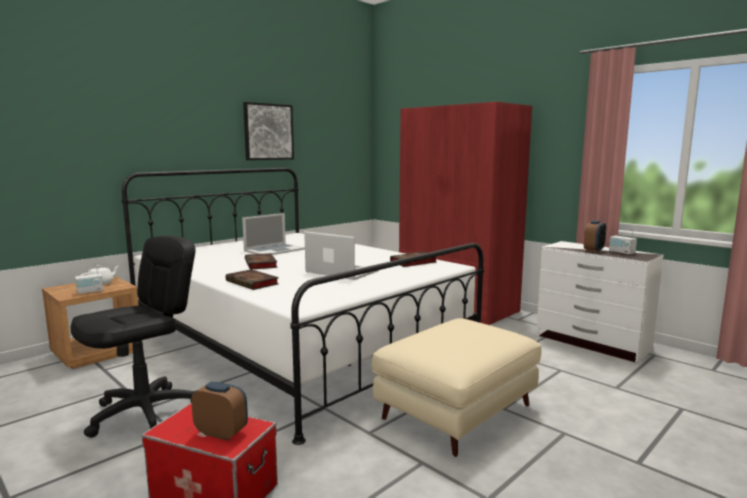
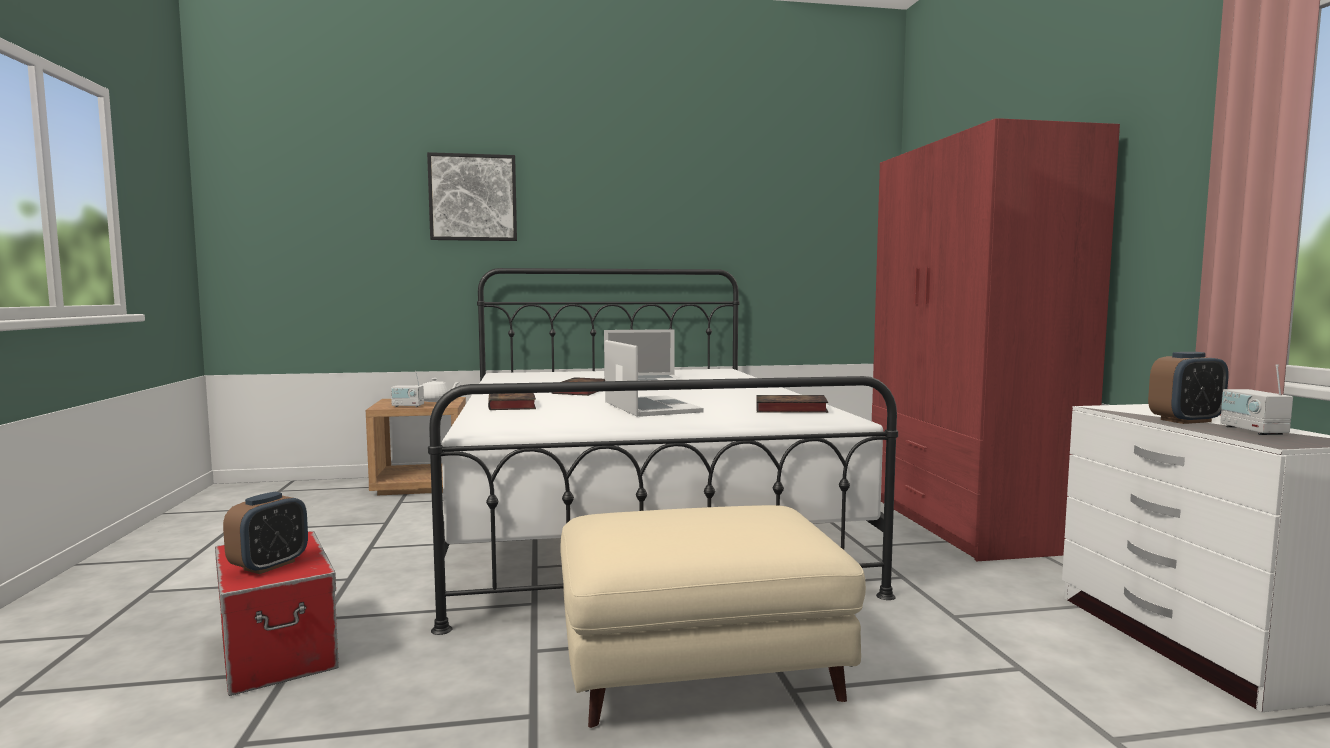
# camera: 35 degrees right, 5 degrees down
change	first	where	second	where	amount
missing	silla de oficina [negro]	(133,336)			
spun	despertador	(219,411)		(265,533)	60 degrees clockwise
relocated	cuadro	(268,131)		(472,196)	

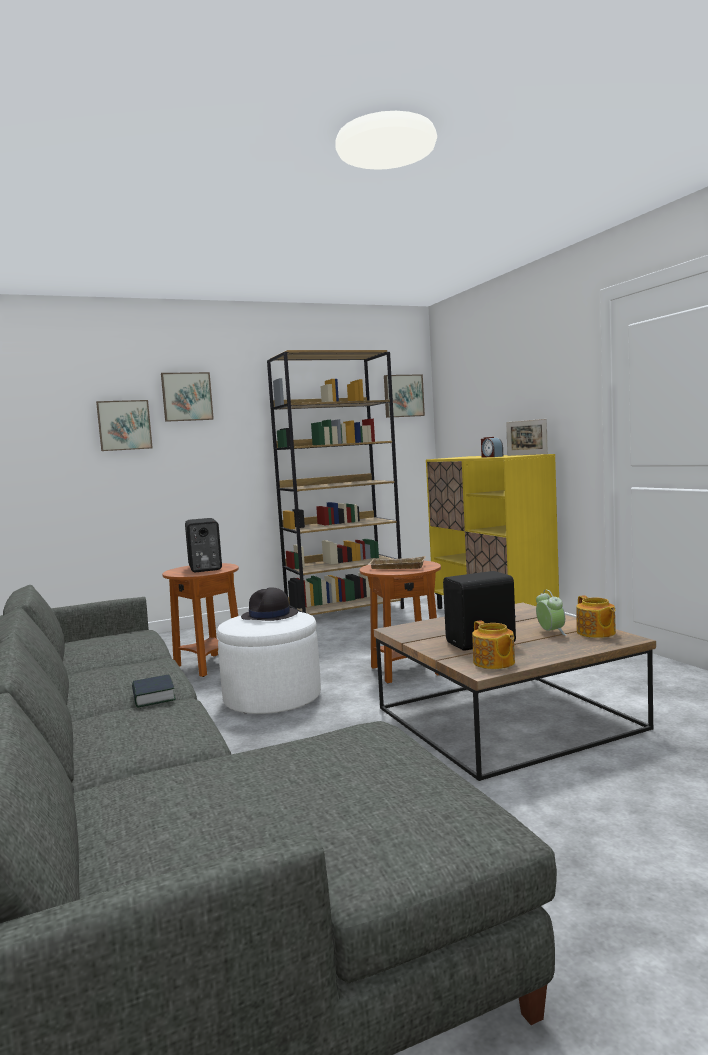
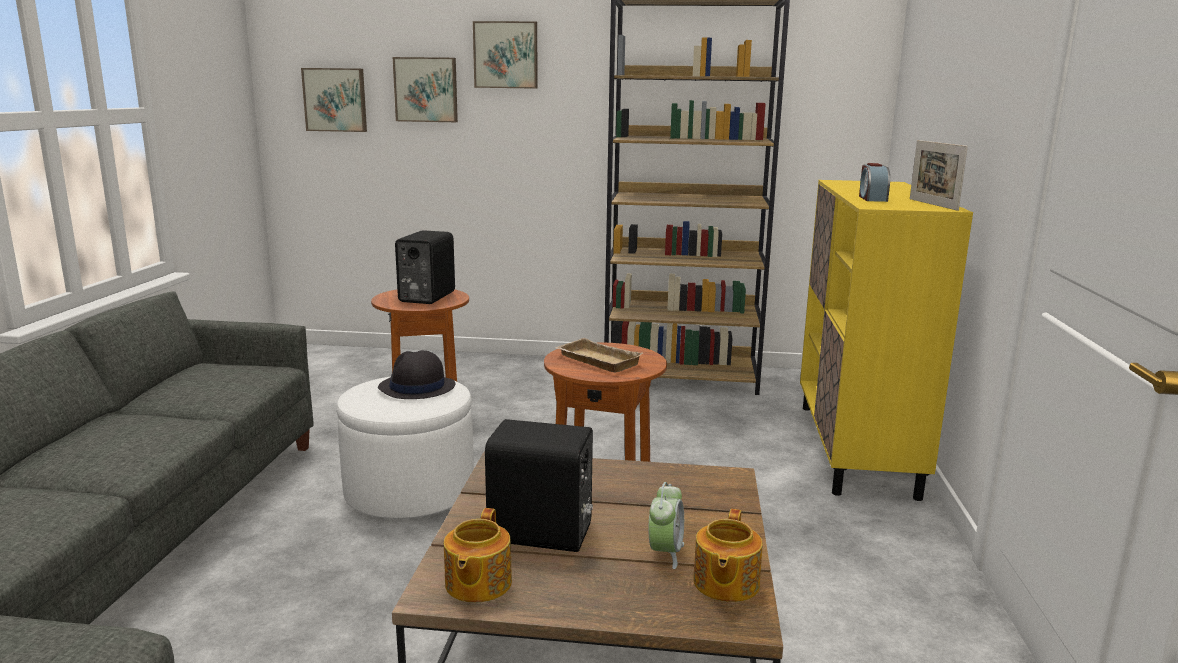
# camera: 30 degrees right, 10 degrees up
change	first	where	second	where	amount
missing	libro	(154,691)			
relocated	cuadro	(404,396)		(334,100)	

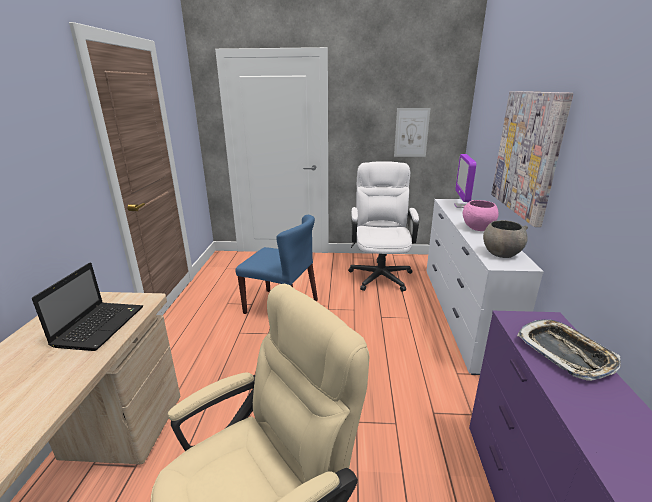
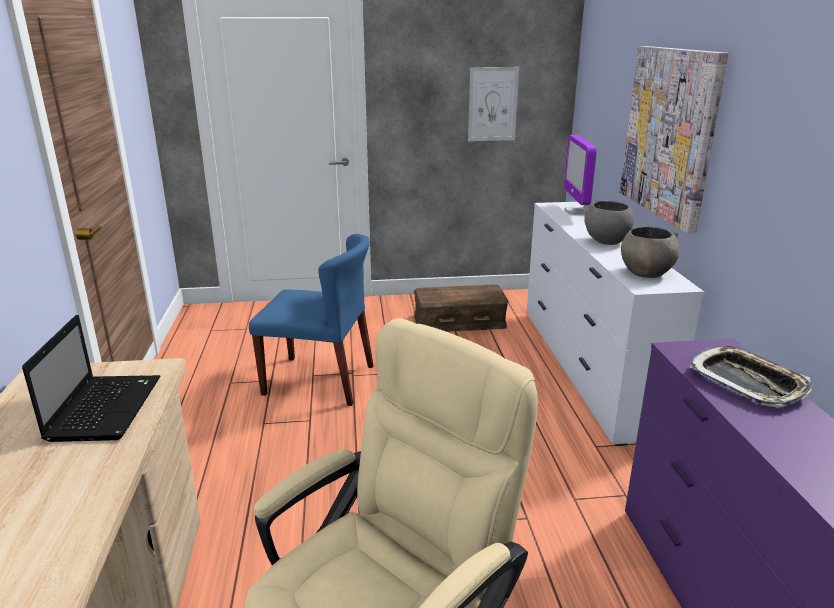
# camera: 10 degrees left, 0 degrees up
change	first	where	second	where	amount
exchanged	silla de oficina [blanco]	(383,226)	caja de almacenaje [marrón]	(461,308)	
colour	cuenco [rosa]	(481,215)	cuenco [gris]	(609,223)	

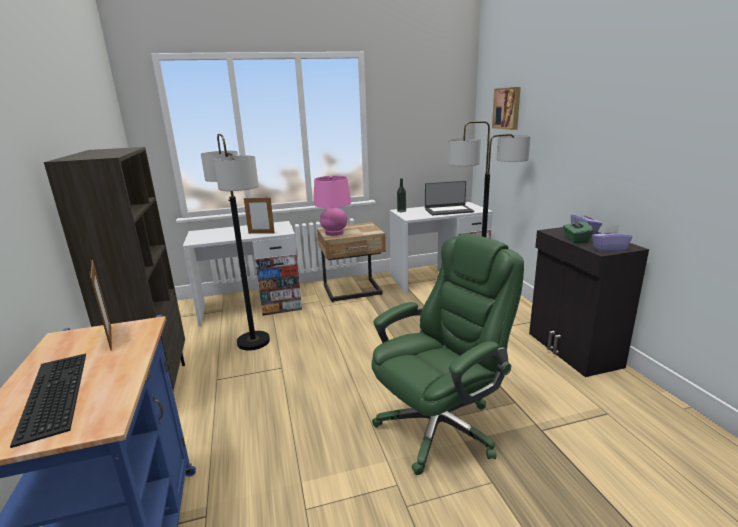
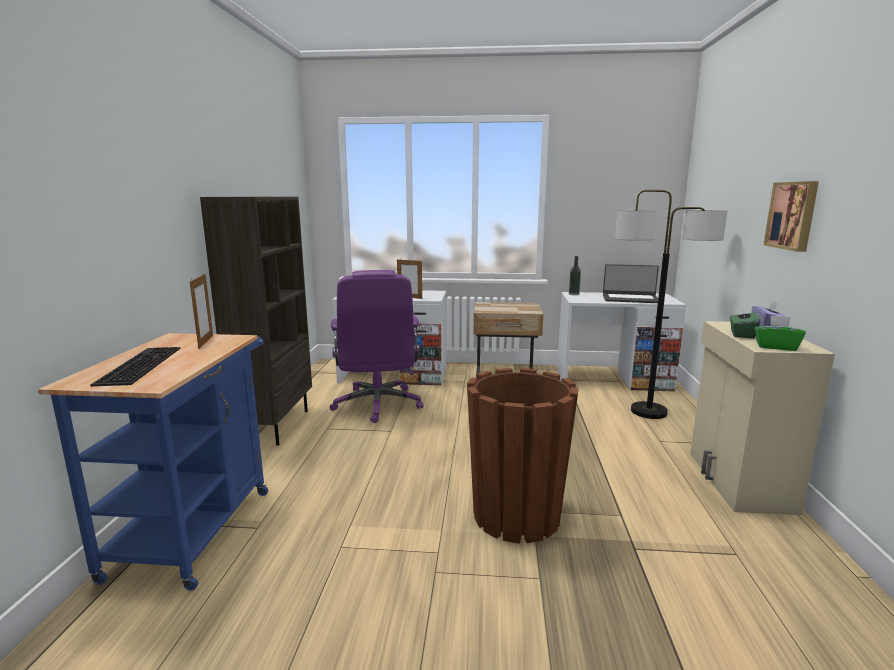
# camera: 20 degrees right, 5 degrees down
change	first	where	second	where	amount
exchanged	lámpara de pie	(235,242)	silla de oficina [morado]	(377,346)	
missing	lámpara de mesa [rosa]	(332,206)			
exchanged	silla de oficina [verde]	(448,354)	maceta [marrón]	(522,455)	
relocated	cuadro	(506,108)		(791,216)	
colour	armario [negro]	(589,302)	armario [beis]	(762,418)	
colour	caja de pañuelos [morado]	(612,238)	caja de pañuelos [verde]	(780,333)	

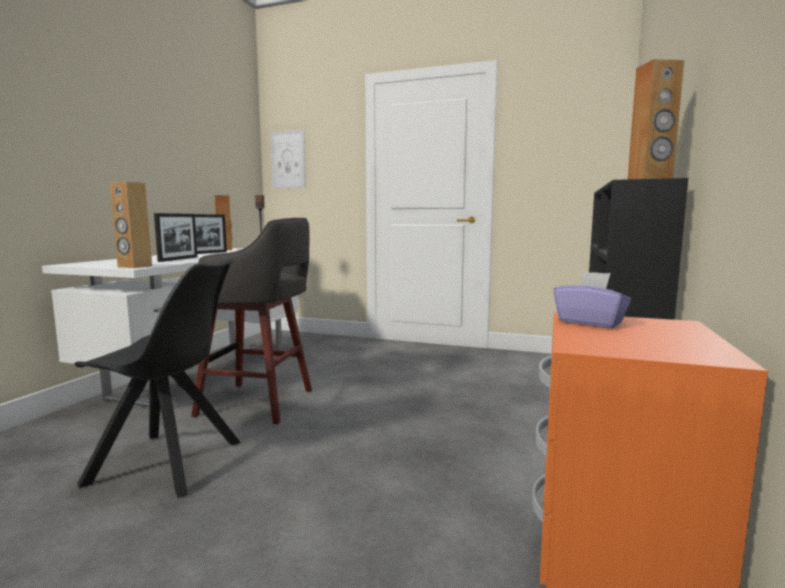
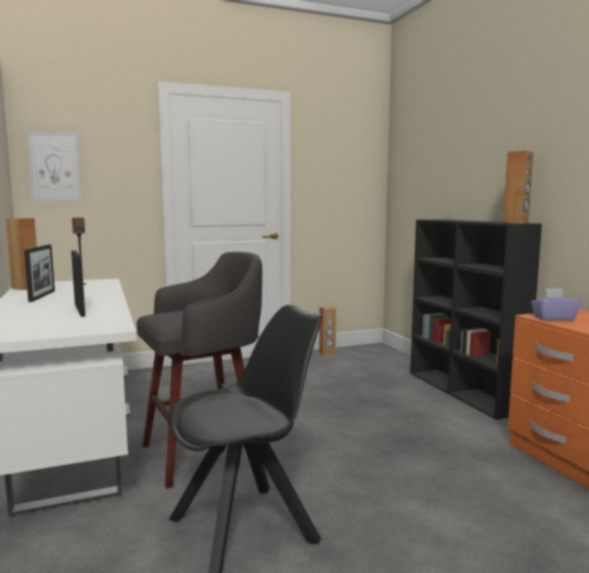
# camera: 40 degrees left, 0 degrees up
change	first	where	second	where	amount
relocated	altavoz [marrón]	(131,225)		(327,331)	

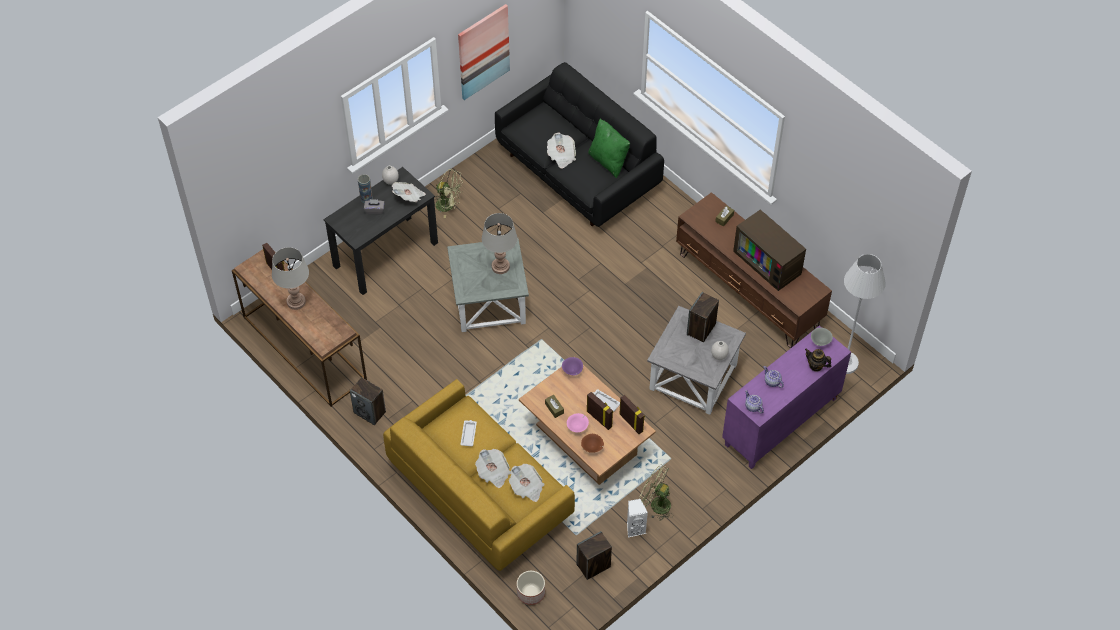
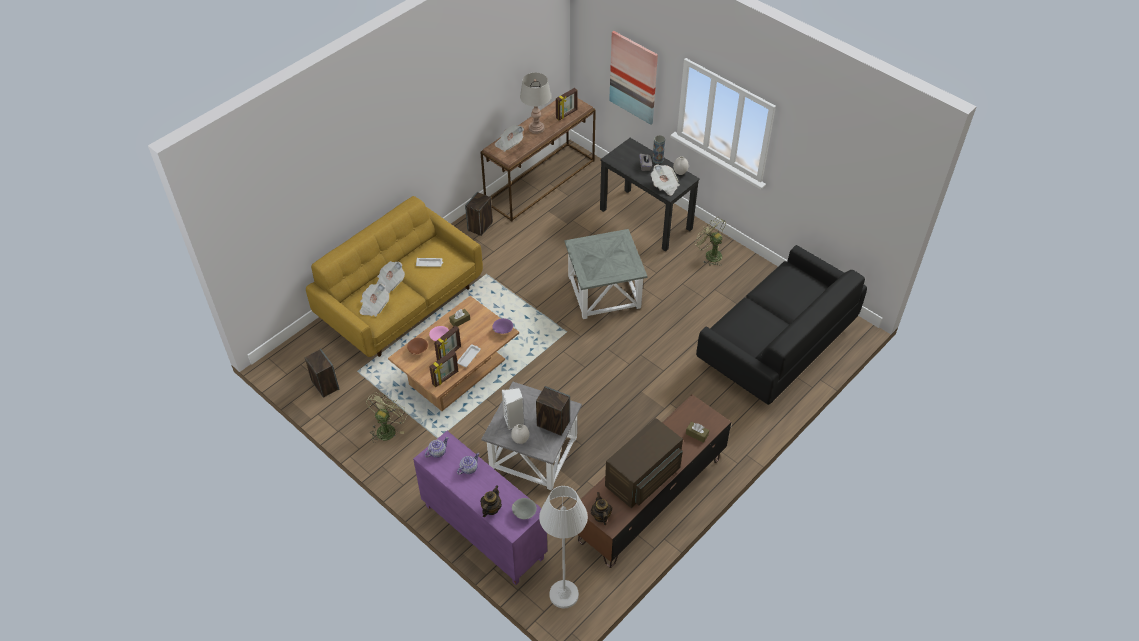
# camera: 85 degrees right, 5 degrees down
change	first	where	second	where	amount
spun	ventilador [verde]	(448,193)		(711,241)	120 degrees clockwise
relocated	cuadro	(484,52)		(633,78)	
missing	lámpara de mesa [gris]	(500,243)			
missing	maceta	(531,588)			
relocated	periódico	(561,150)		(509,138)	
missing	cojín [verde]	(609,148)			
relocated	altavoz [blanco]	(637,518)		(513,409)	
appeared			tetera	(601,508)	

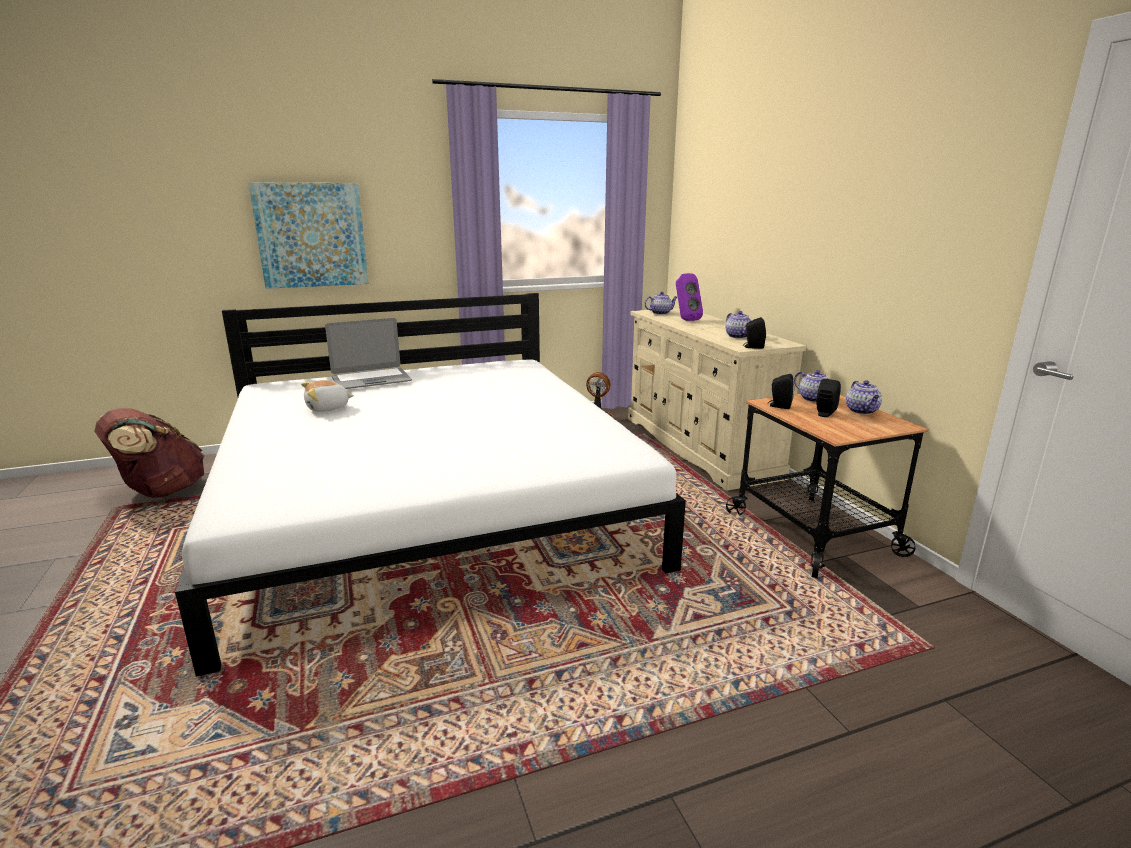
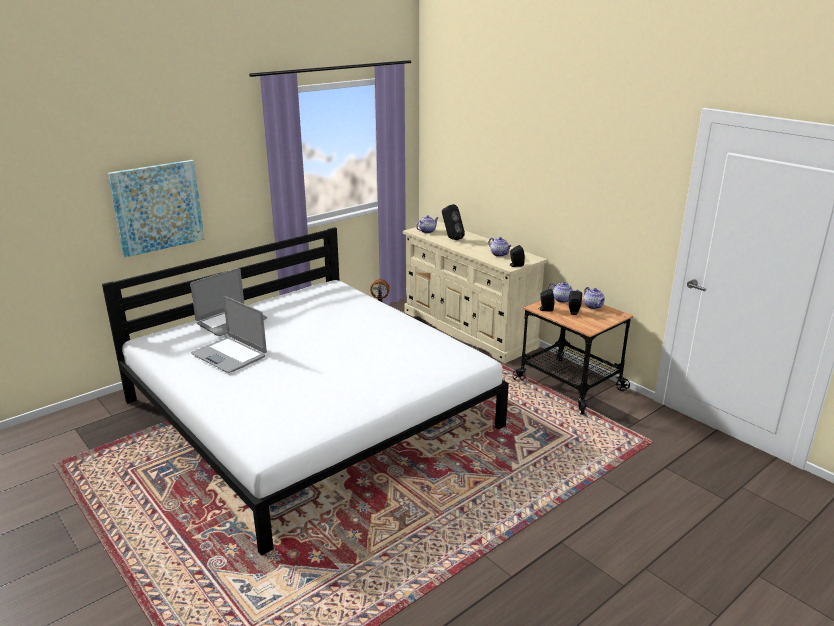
# camera: 20 degrees left, 5 degrees up
change	first	where	second	where	amount
missing	mochila [marrón]	(149,453)			
exchanged	peluche	(327,396)	portátil	(229,334)	
colour	altavoz [morado]	(689,297)	altavoz [negro]	(453,222)	

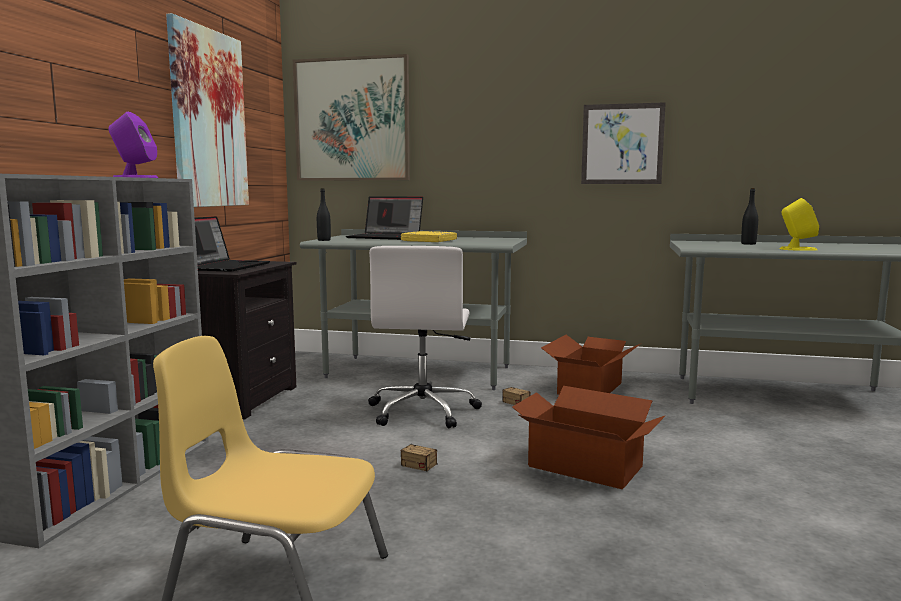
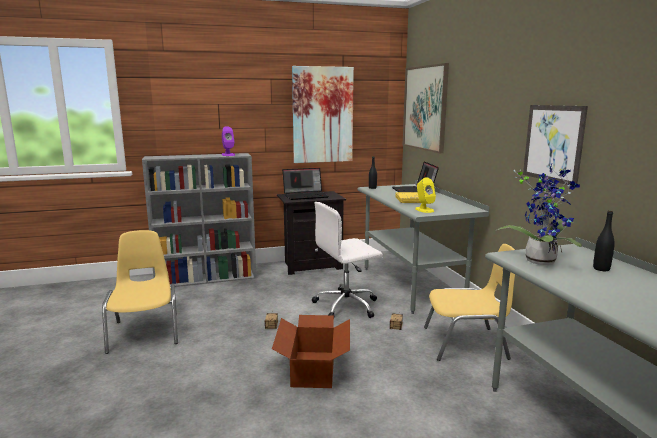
# camera: 60 degrees right, 5 degrees up
change	first	where	second	where	amount
exchanged	caja de cartón	(590,365)	silla [amarillo]	(469,302)	
relocated	altavoz [amarillo]	(799,224)		(425,195)	
appeared			planta en maceta	(539,214)	

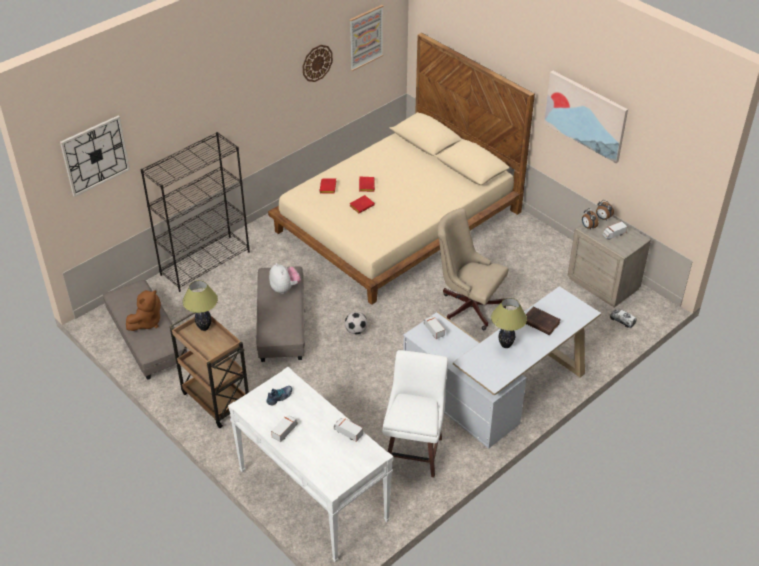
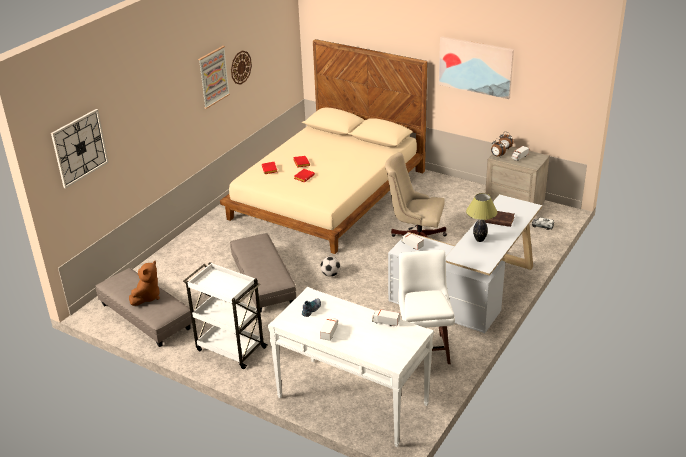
# camera: 15 degrees left, 10 degrees down
change	first	where	second	where	amount
missing	estantería [negro]	(195,212)			
colour	carrito [marrón]	(209,370)	carrito [blanco]	(225,315)	
missing	lámpara de mesa	(200,305)			
missing	peluche	(285,278)			
relocated	cuadro	(366,38)		(214,77)	

